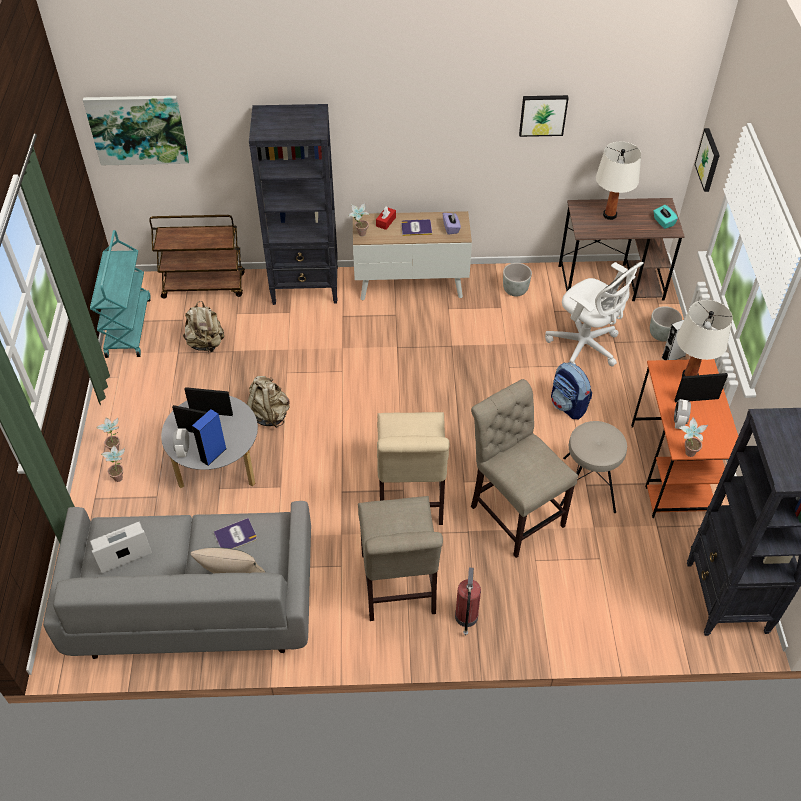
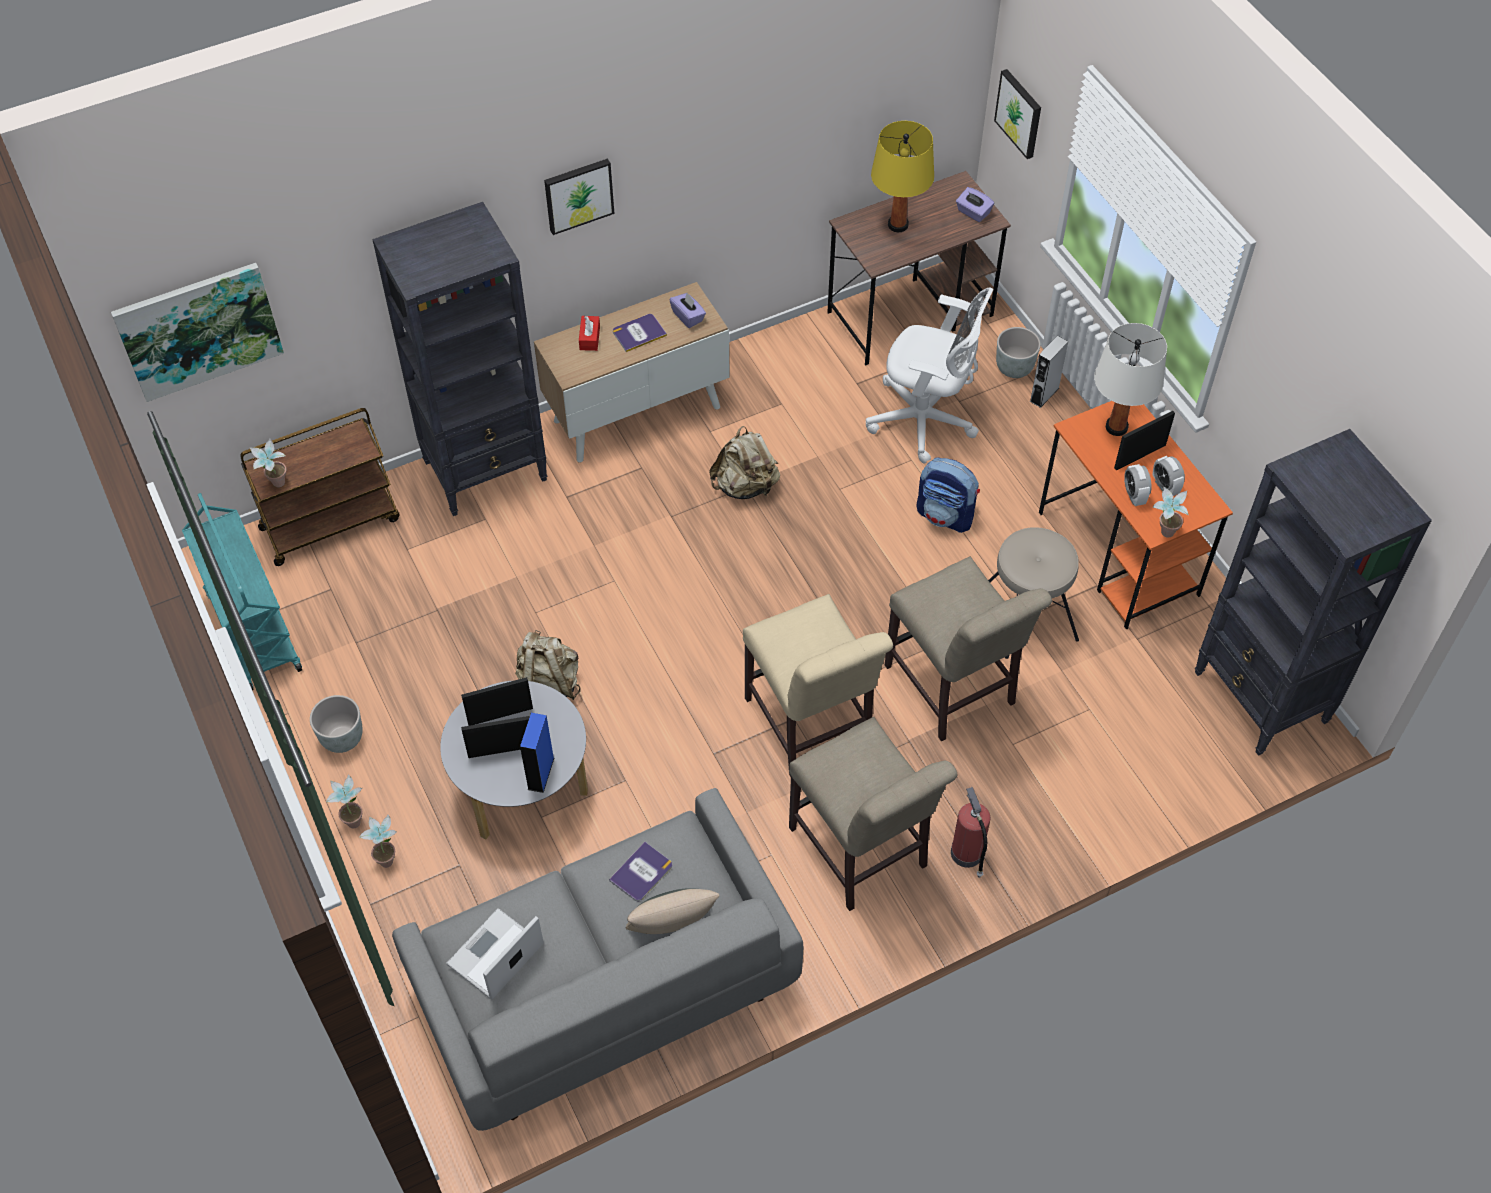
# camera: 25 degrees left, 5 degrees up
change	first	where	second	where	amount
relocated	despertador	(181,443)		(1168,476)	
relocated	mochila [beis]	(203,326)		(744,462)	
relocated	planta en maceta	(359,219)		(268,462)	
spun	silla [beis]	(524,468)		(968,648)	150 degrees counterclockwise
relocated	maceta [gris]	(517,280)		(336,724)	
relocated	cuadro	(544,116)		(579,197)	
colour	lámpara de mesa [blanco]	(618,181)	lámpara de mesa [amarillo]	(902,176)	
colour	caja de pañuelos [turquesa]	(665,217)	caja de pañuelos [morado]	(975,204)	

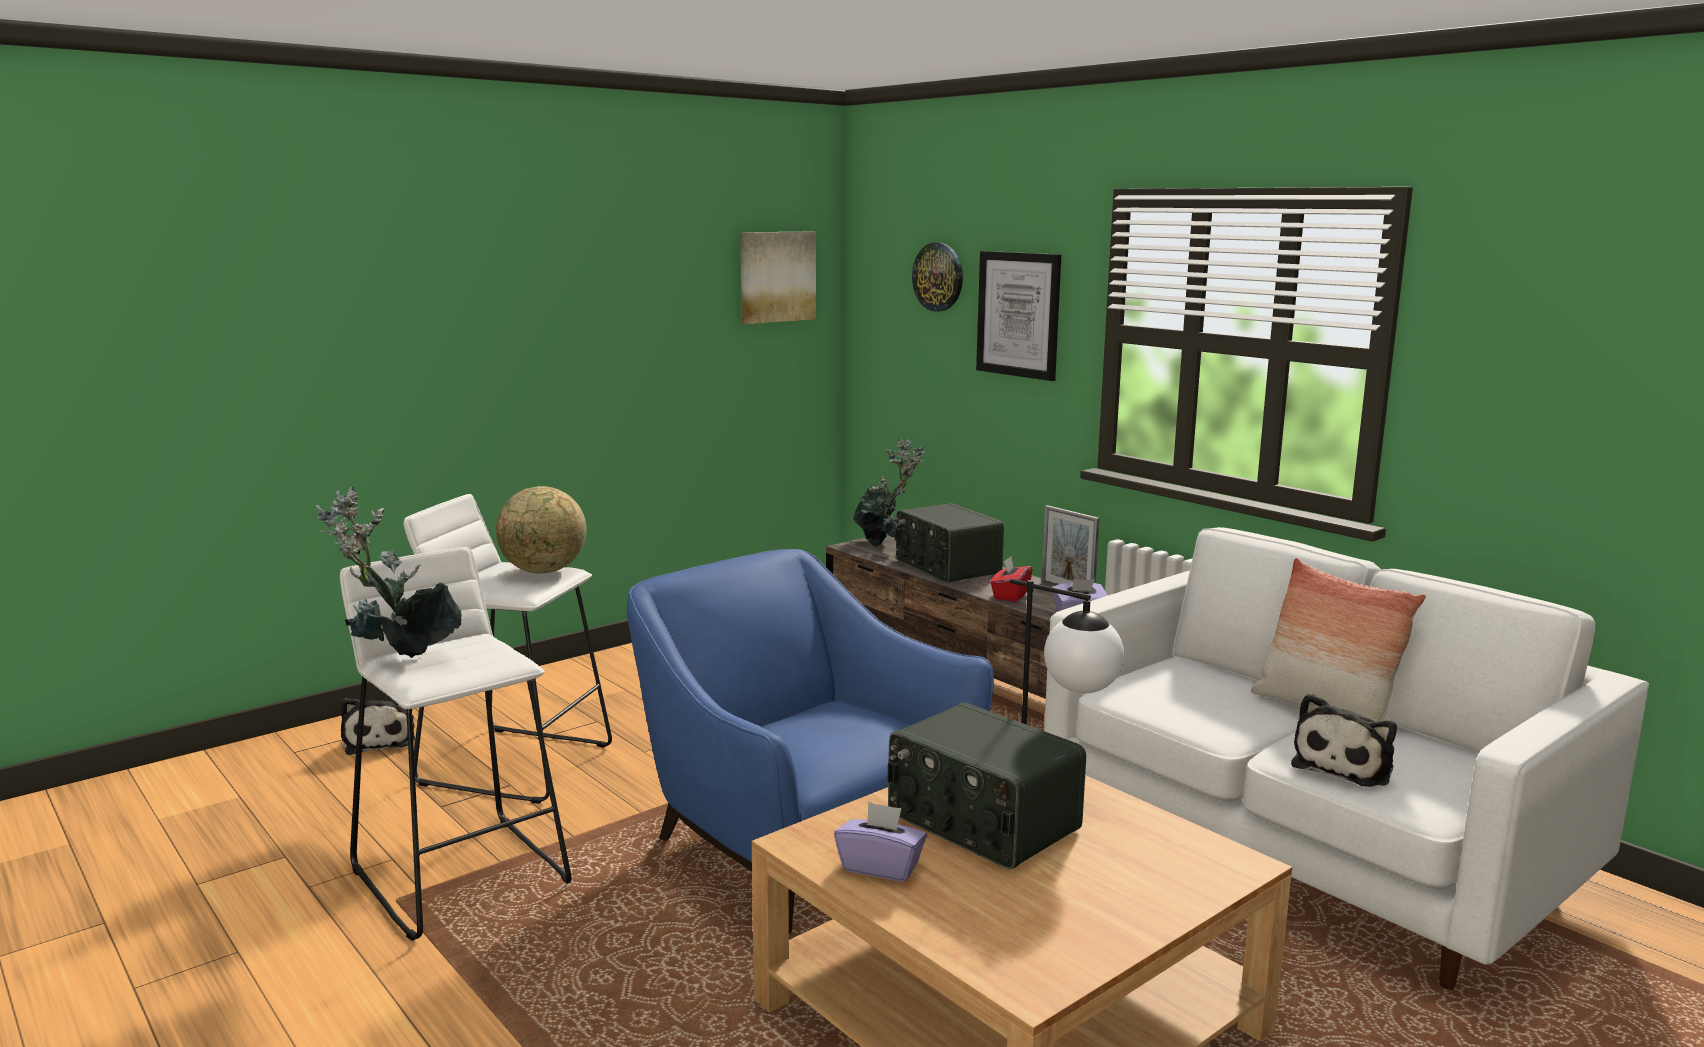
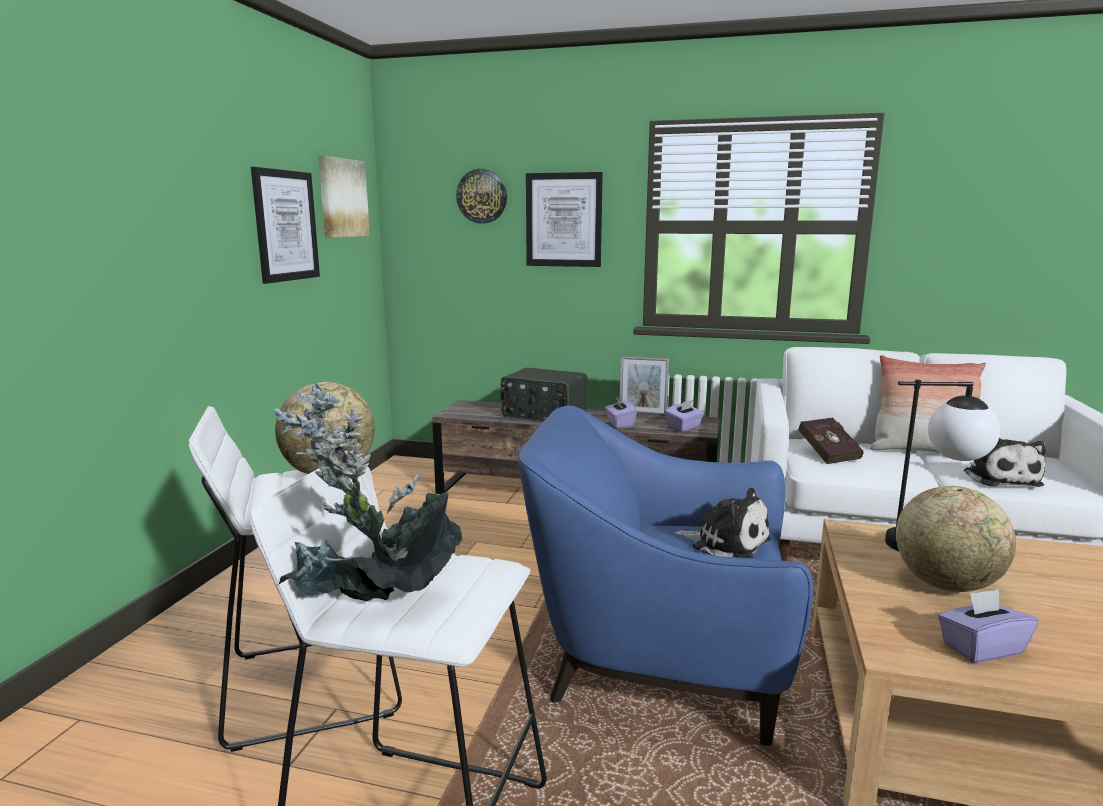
# camera: 35 degrees left, 0 degrees up
change	first	where	second	where	amount
relocated	peluche	(378,726)		(722,523)	
missing	planta en maceta	(889,492)			
exchanged	radio	(987,785)	globo terráqueo	(956,539)	
colour	caja de pañuelos [rojo]	(1011,579)	caja de pañuelos [morado]	(621,411)	
appeared			cuadro	(285,225)	
appeared			libro [rojo]	(831,441)	

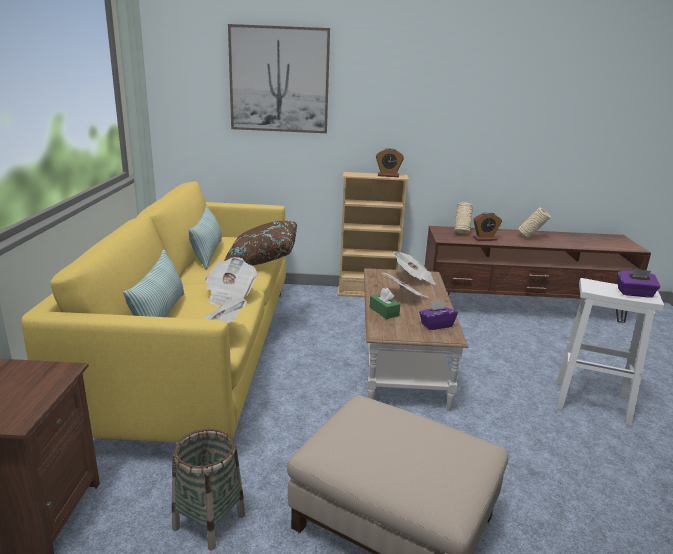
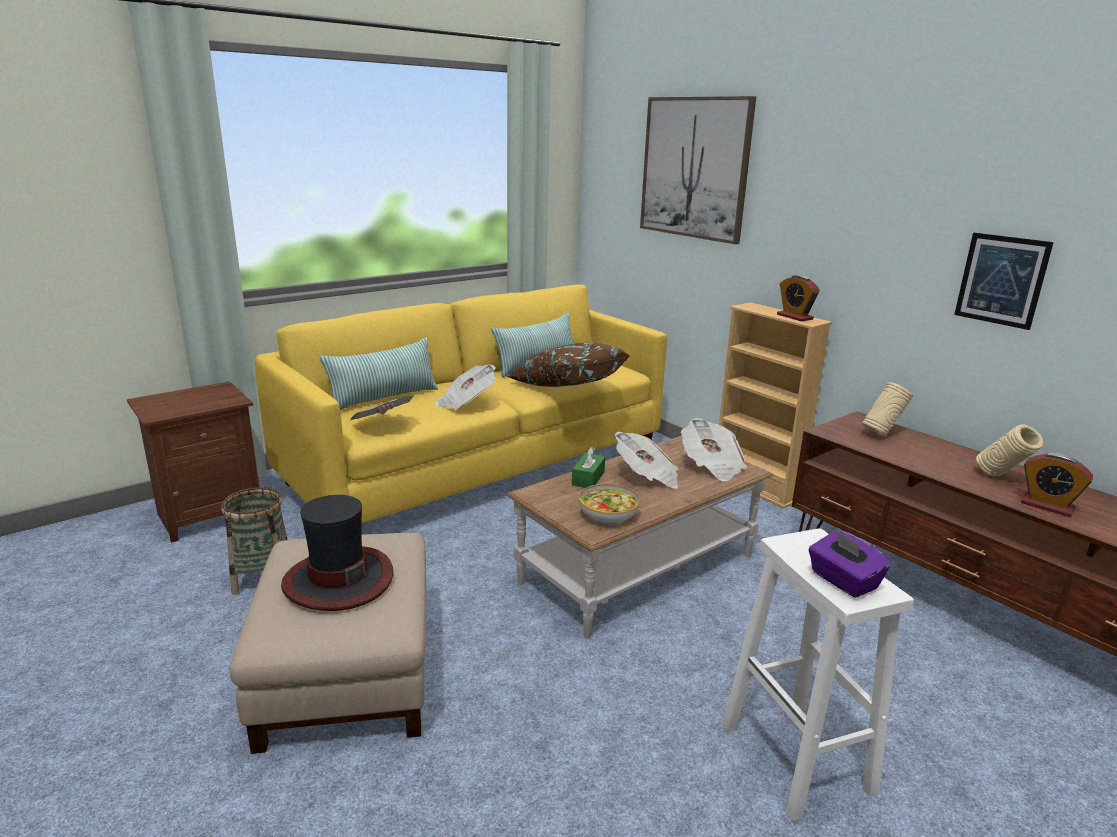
# camera: 50 degrees right, 0 degrees up
change	first	where	second	where	amount
exchanged	caja de pañuelos [morado]	(438,315)	cuenco	(609,504)	
relocated	despertador	(487,226)		(1057,485)	
appeared			sombrero	(337,553)	
appeared			cuadro	(1004,281)	

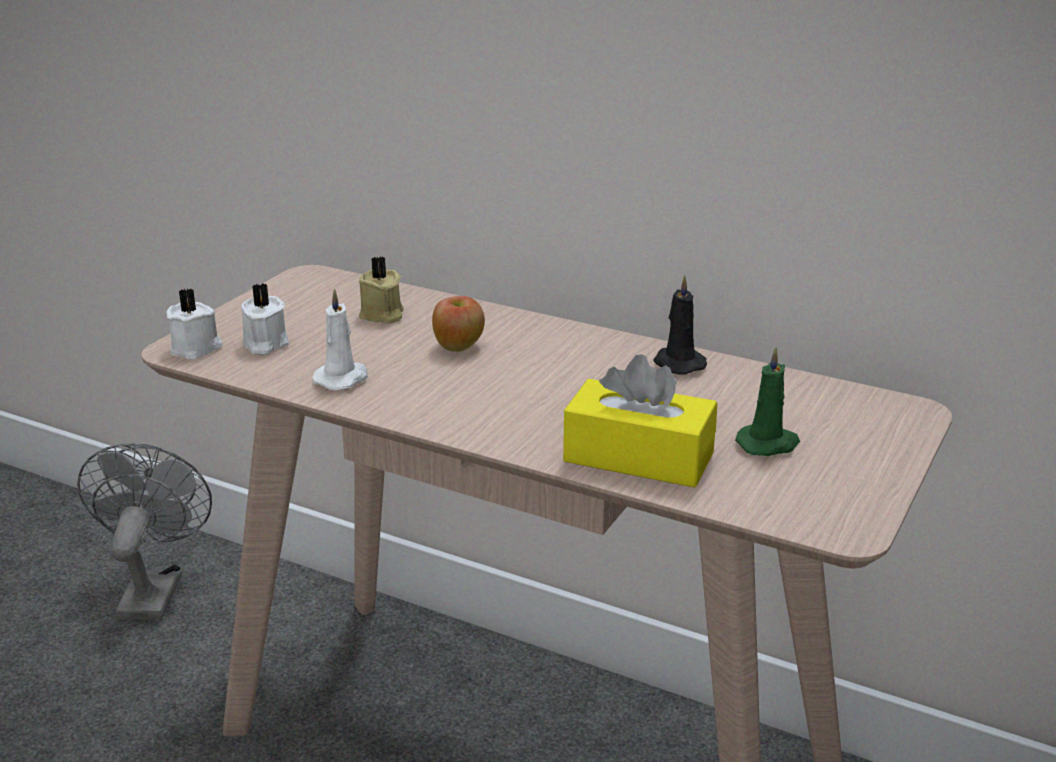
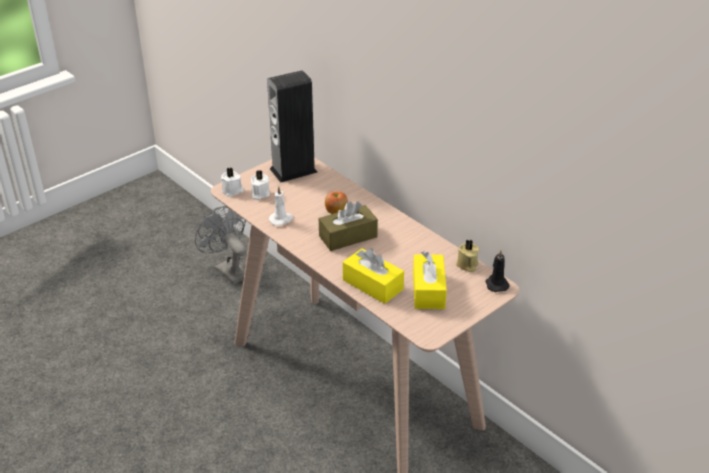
# camera: 20 degrees right, 10 degrees up
change	first	where	second	where	amount
spun	ventilador [gris]	(144,531)		(220,245)	60 degrees counterclockwise
relocated	vela [beis]	(381,290)		(467,256)	
relocated	vela [negro]	(680,325)		(498,271)	
exchanged	vela [verde]	(767,401)	caja de pañuelos [amarillo]	(430,280)	
appeared			altavoz	(292,126)	
appeared			caja de pañuelos [marrón]	(348,226)	

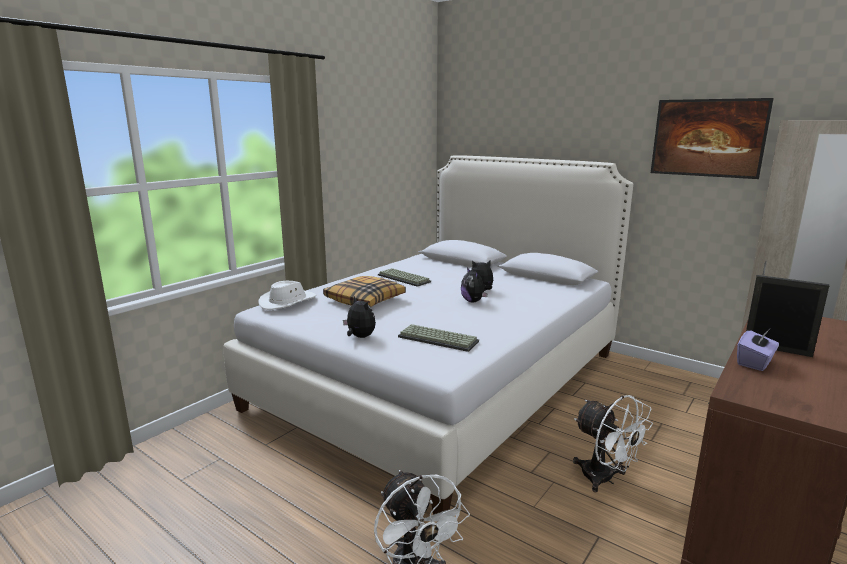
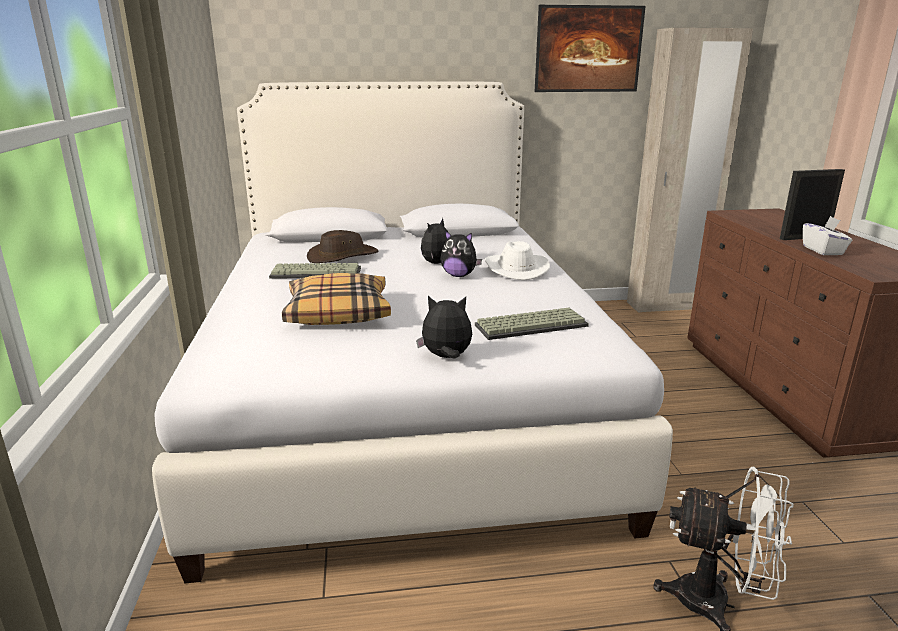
# camera: 45 degrees left, 5 degrees up
change	first	where	second	where	amount
relocated	sombrero [blanco]	(287,295)		(517,260)	
missing	ventilador [blanco]	(613,444)			
colour	caja de pañuelos [morado]	(758,350)	caja de pañuelos [blanco]	(828,235)	
appeared			sombrero [marrón]	(342,246)	

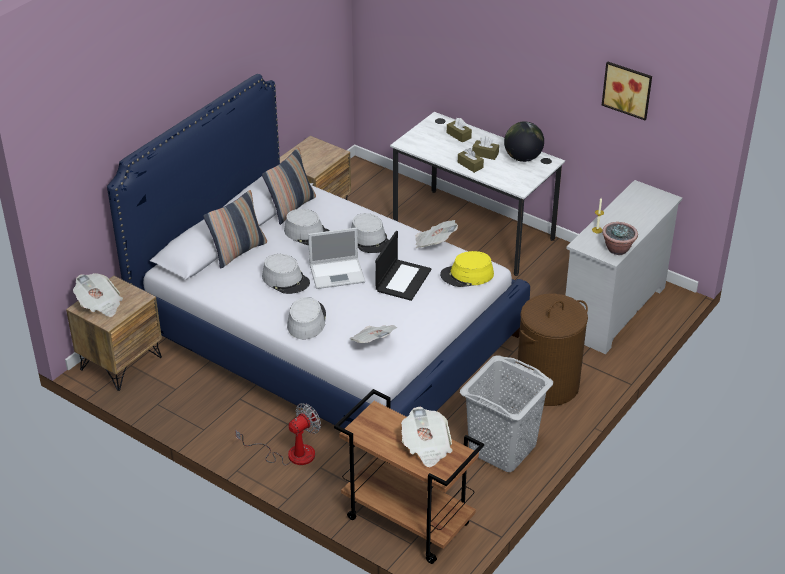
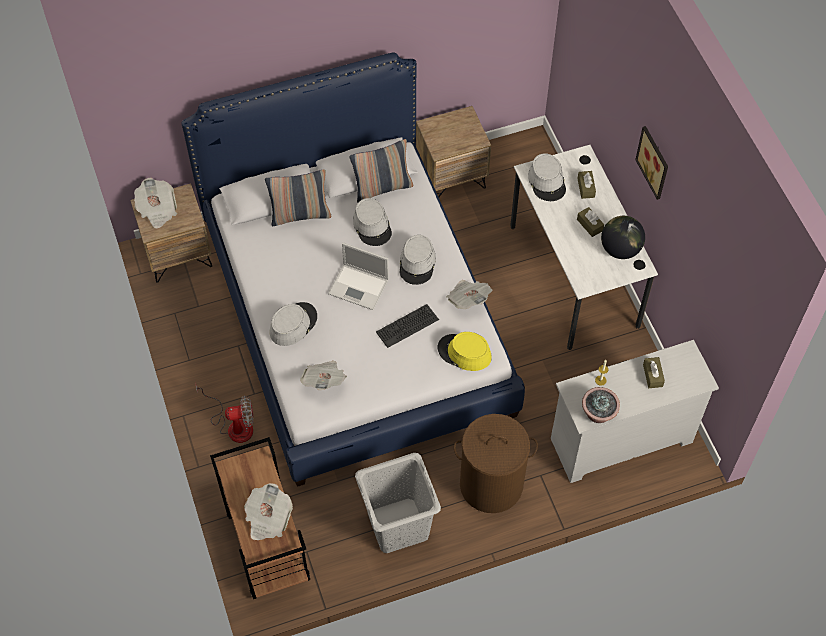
# camera: 35 degrees right, 20 degrees up
change	first	where	second	where	amount
relocated	sombrero [gris]	(286,274)		(547,177)	
exchanged	portátil	(403,266)	teclado	(407,326)	
relocated	caja de pañuelos [marrón]	(471,160)		(654,372)	
relocated	cuadro	(627,91)		(651,163)	

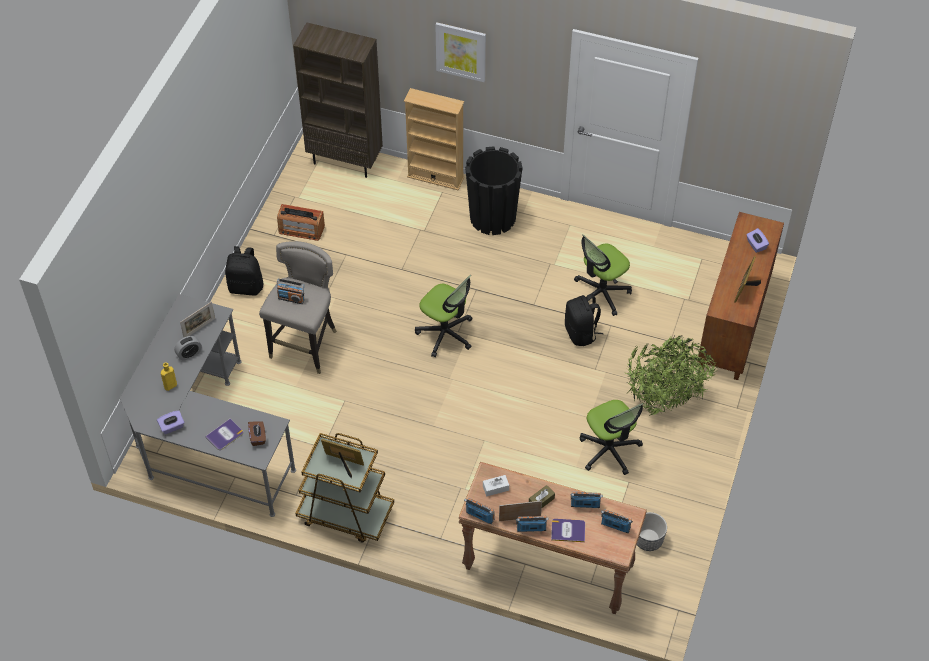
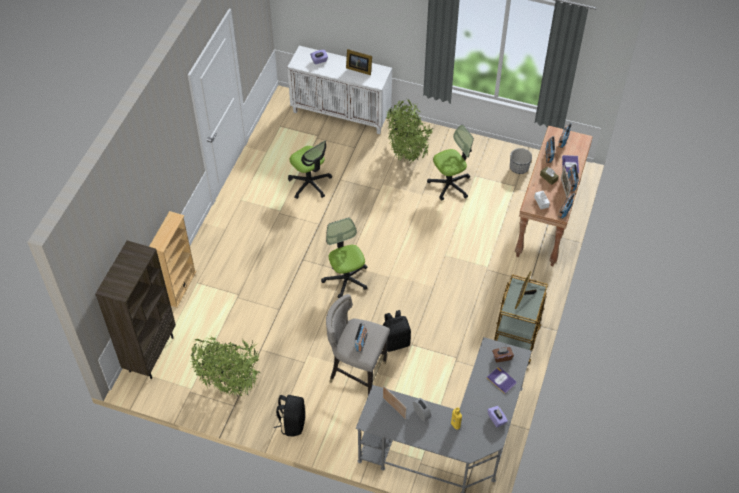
# camera: 90 degrees left, 0 degrees up
change	first	where	second	where	amount
exchanged	radio	(301,222)	planta en maceta	(226,366)	
spun	silla de oficina	(443,316)		(344,258)	60 degrees counterclockwise
missing	cuadro	(460,52)			
missing	maceta [negro]	(494,190)			
relocated	mochila [negro]	(584,319)		(397,331)	
colour	armario [marrón]	(740,296)	armario [blanco]	(339,90)	

